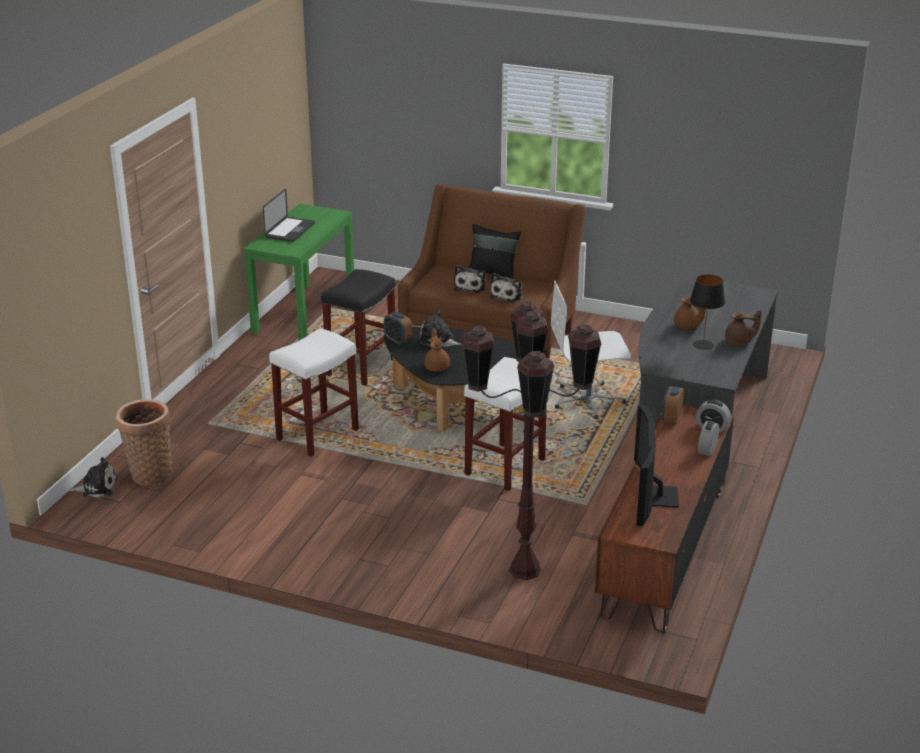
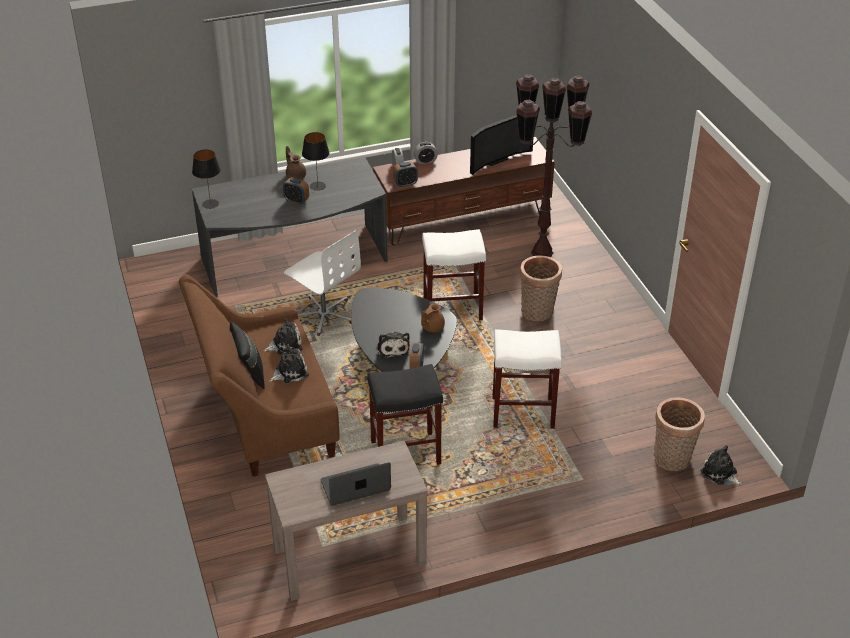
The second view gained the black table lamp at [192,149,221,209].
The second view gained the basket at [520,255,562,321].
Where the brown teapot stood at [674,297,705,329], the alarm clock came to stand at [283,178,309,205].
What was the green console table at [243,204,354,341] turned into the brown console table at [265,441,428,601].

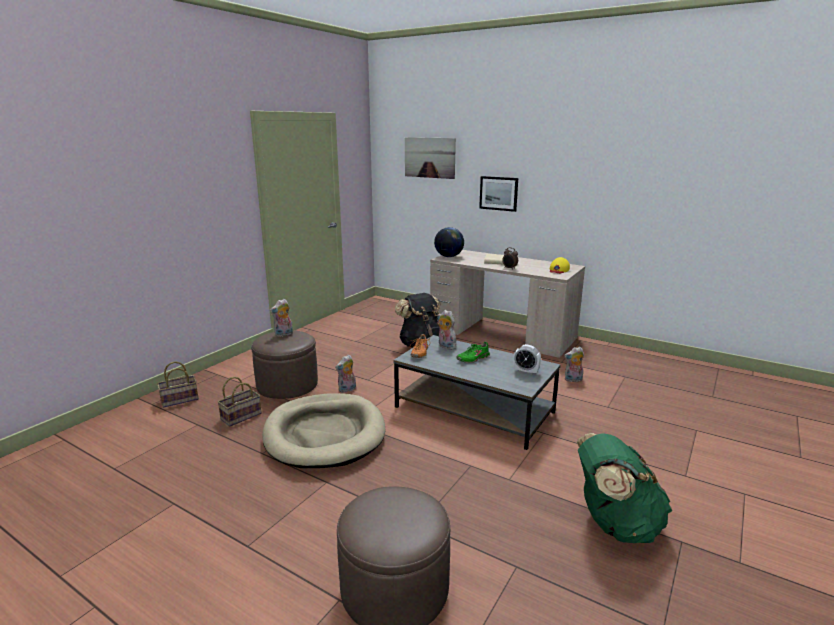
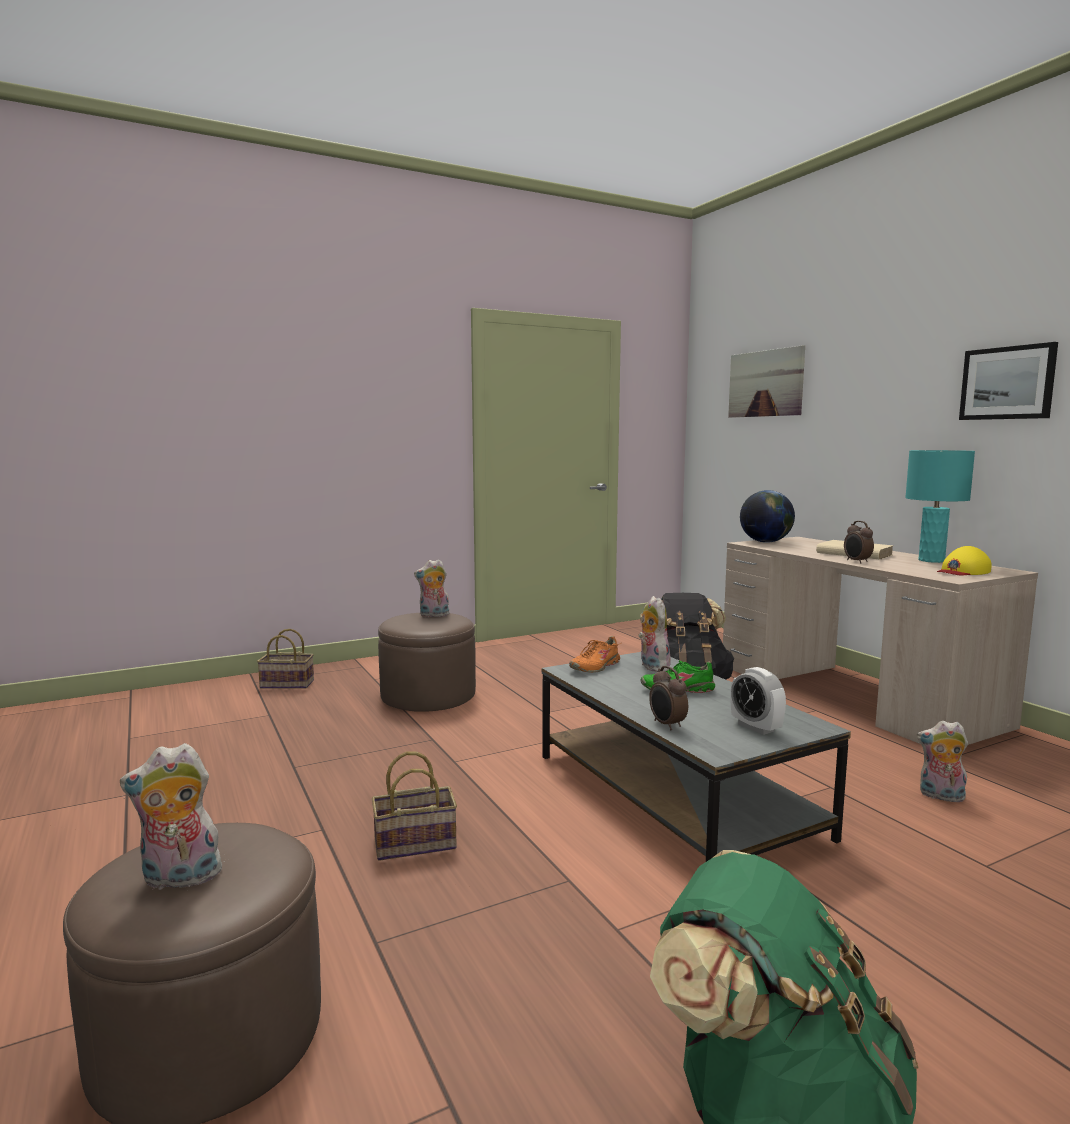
The second view lost the beige dog bed at [263,393,386,468].
The second view gained the alarm clock at [649,666,688,730].
The second view gained the turquoise table lamp at [905,450,975,563].
The basket ended up elsewhere, having gone from [217,377,262,427] to [372,752,457,861].
The plush toy ended up elsewhere, having gone from [335,354,356,393] to [120,743,225,891].
The picture ended up elsewhere, having gone from [479,176,518,212] to [959,342,1058,420].

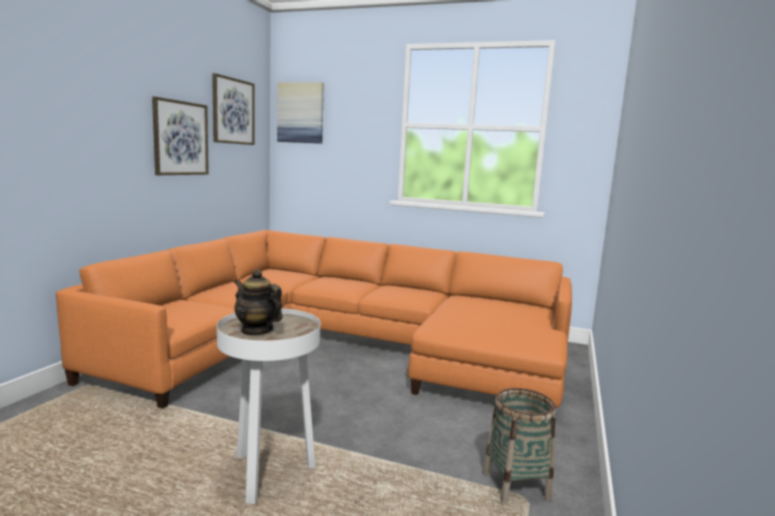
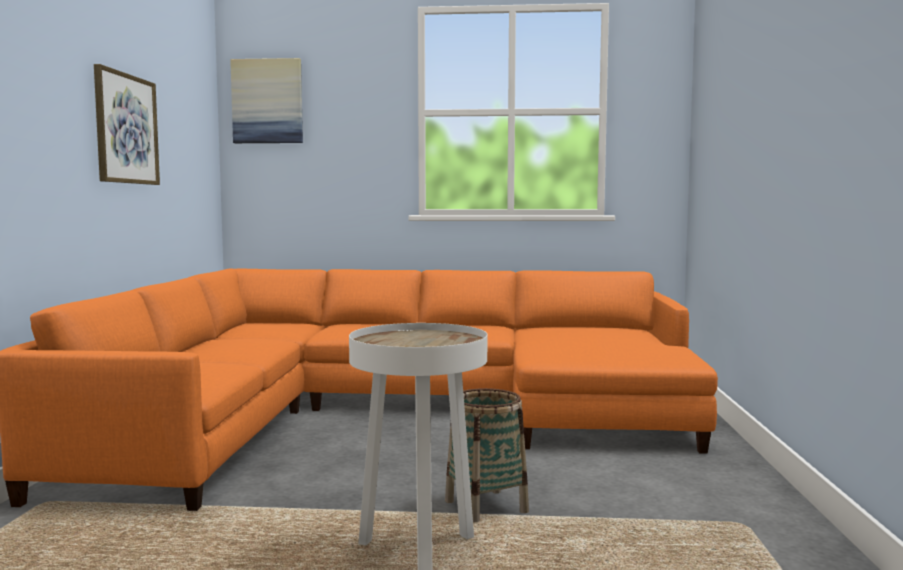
The second view lost the picture at [212,73,255,145].
The second view lost the teapot at [234,269,283,336].
The basket ended up elsewhere, having gone from [483,388,556,503] to [445,388,529,522].

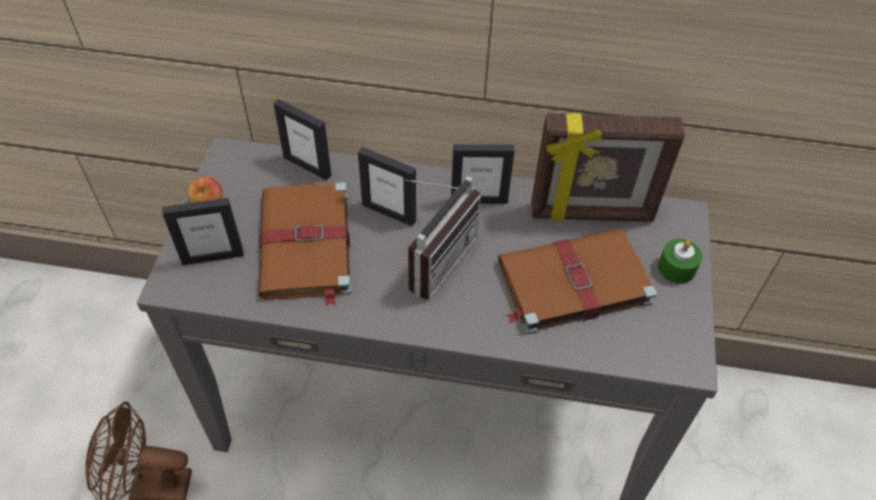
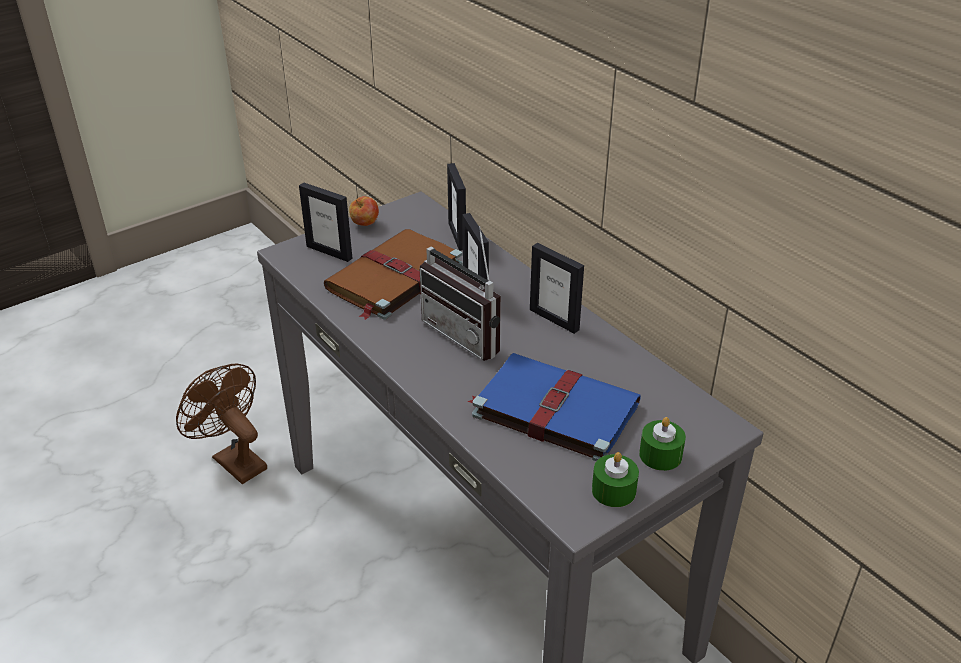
The second view lost the picture frame at [531,113,685,222].
The second view gained the green candle at [592,452,639,507].
What was the brown book at [498,229,657,334] turned into the blue book at [467,353,641,461].
The radio at [405,176,481,300] ended up facing another way, 60 degrees clockwise from before.

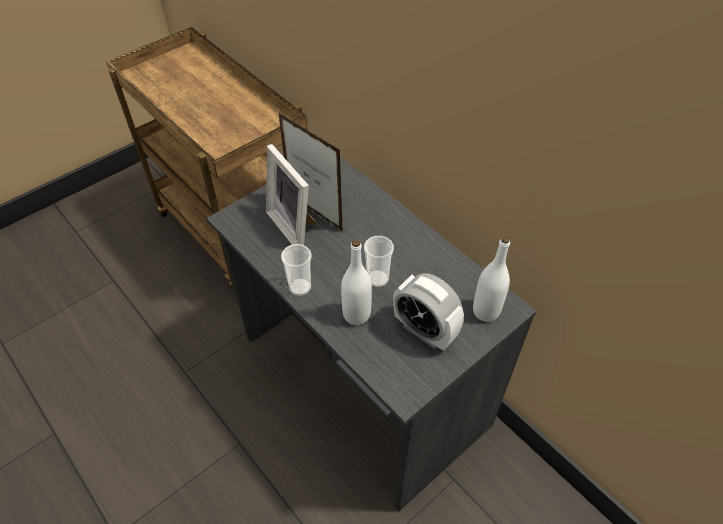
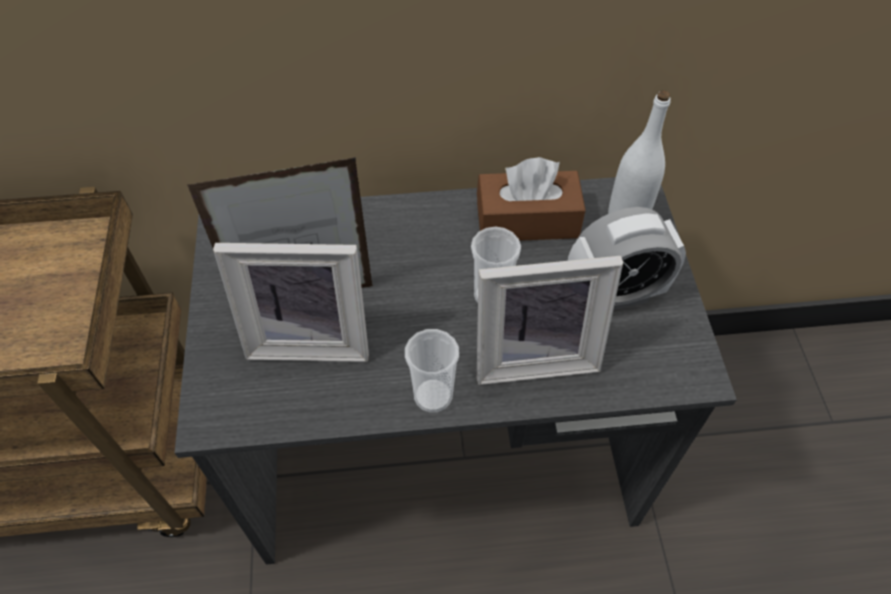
The second view gained the brown tissue box at [477,157,586,241].
Where the white bottle stood at [341,239,372,325], the picture frame came to stand at [477,256,623,385].

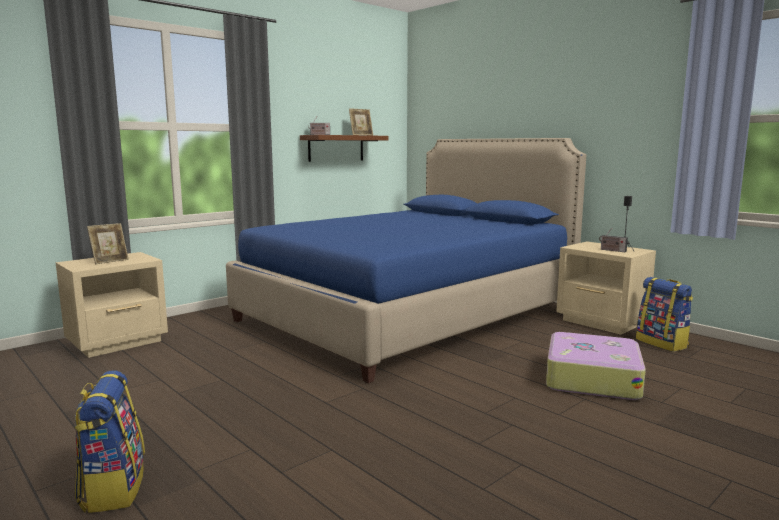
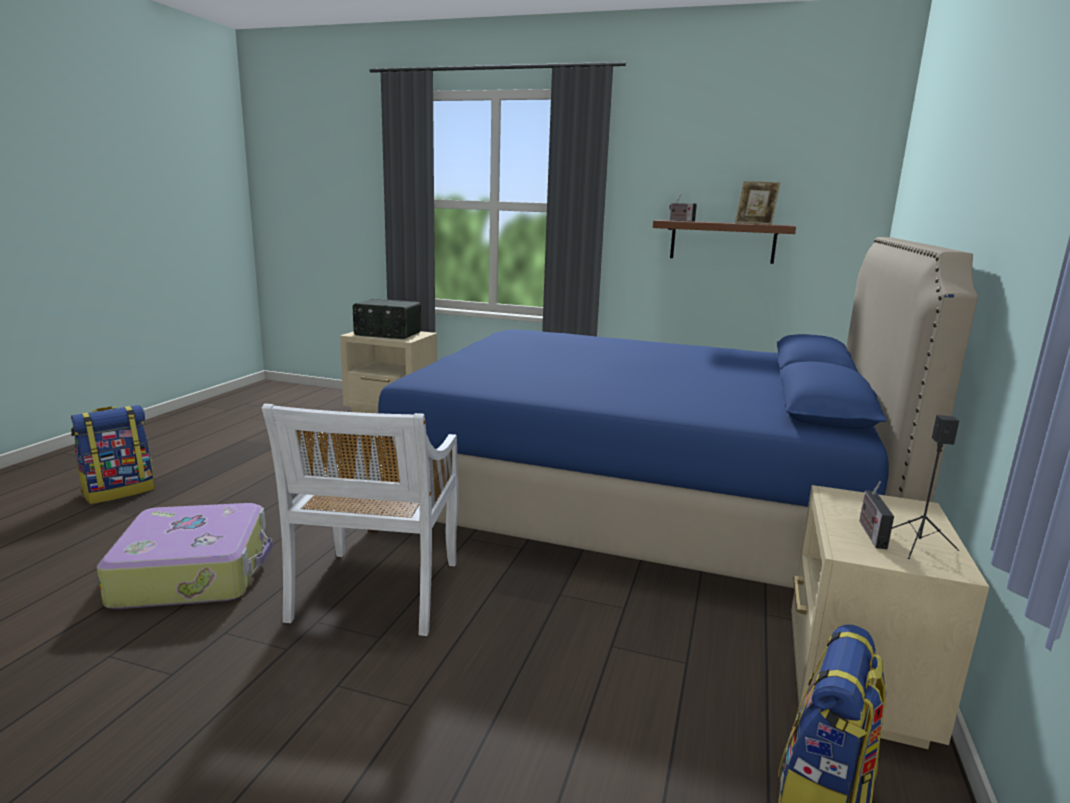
The second view gained the white chair at [262,404,459,636].
The suitcase ended up elsewhere, having gone from [546,332,646,400] to [97,503,273,609].
Where the picture frame stood at [87,223,129,265], the radio came to stand at [353,299,421,339].

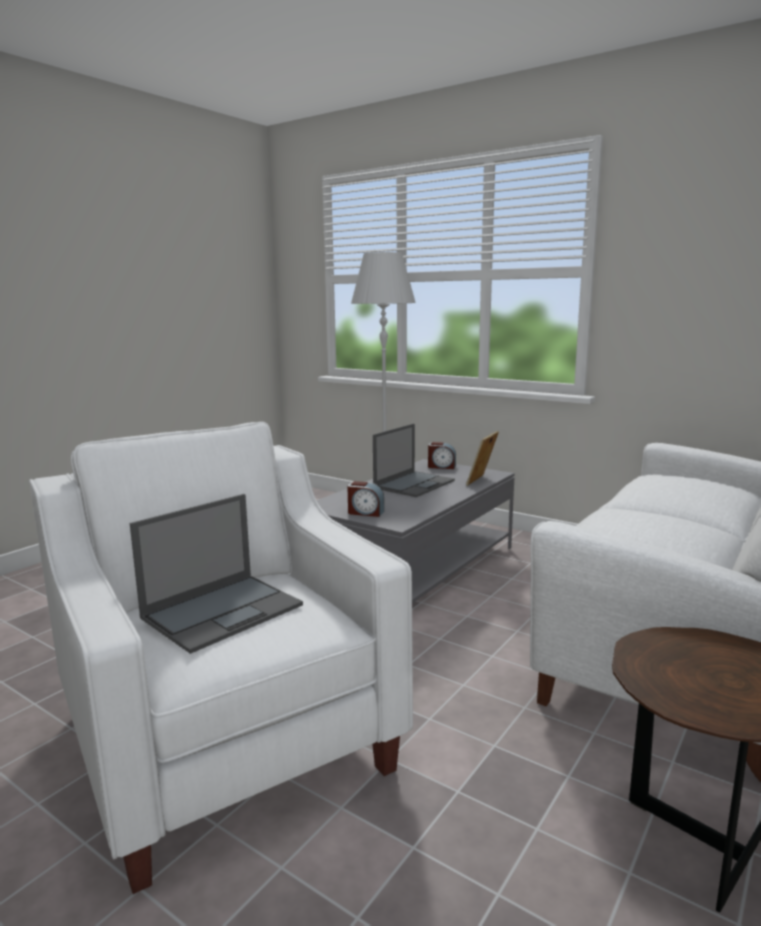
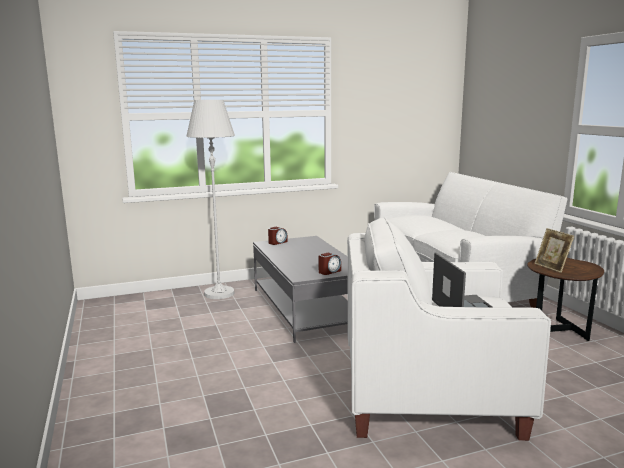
The second view lost the laptop at [373,424,455,497].
The picture frame ended up elsewhere, having gone from [466,431,499,486] to [535,228,574,273].

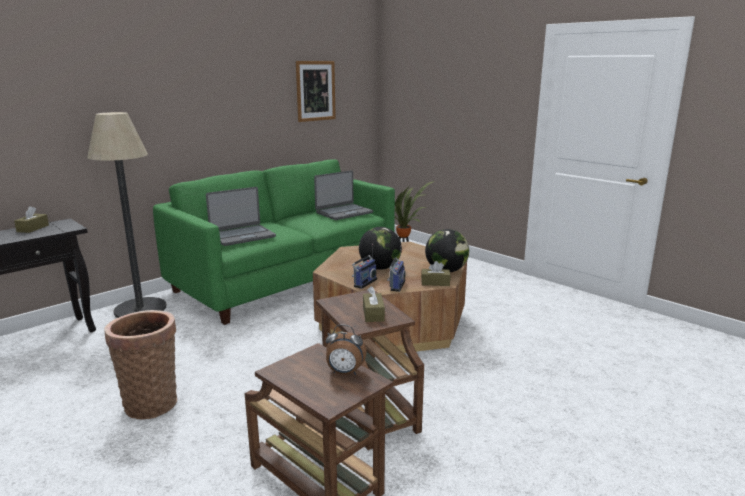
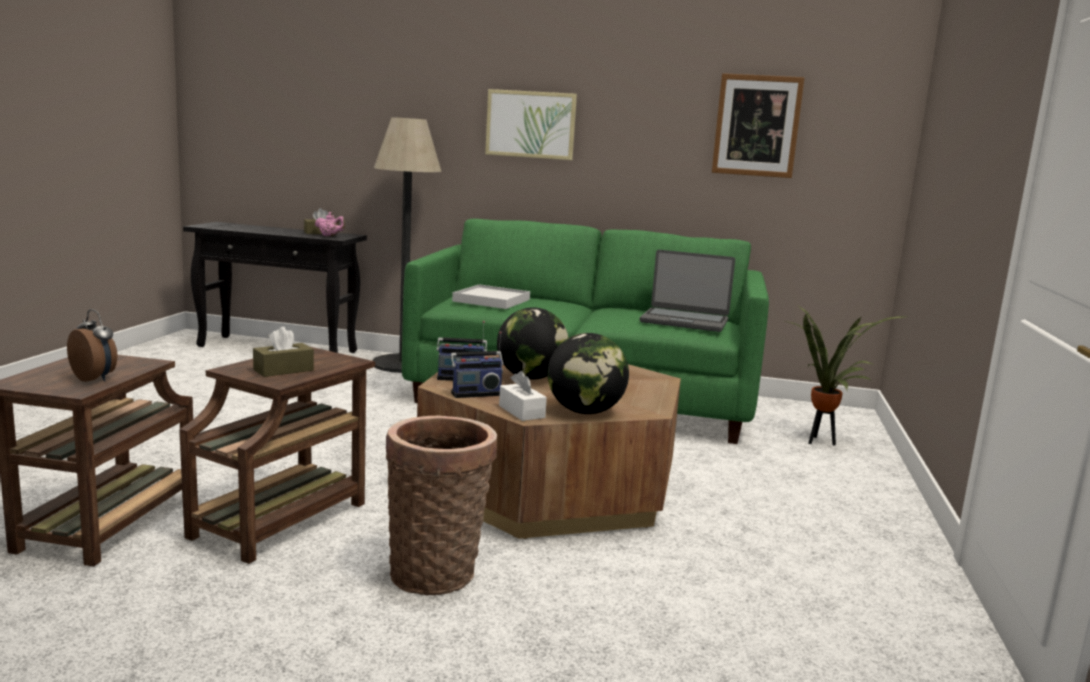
The second view gained the pink teapot at [315,212,346,236].
The second view gained the picture at [485,89,577,160].
The basket ended up elsewhere, having gone from [104,310,177,419] to [386,416,497,595].
Where the laptop stood at [206,187,276,246], the white tray came to stand at [452,284,530,309].
What was the brown tissue box at [421,261,450,286] turned into the white tissue box at [499,371,547,421].
The alarm clock at [326,324,367,375] ended up facing another way, 150 degrees clockwise from before.

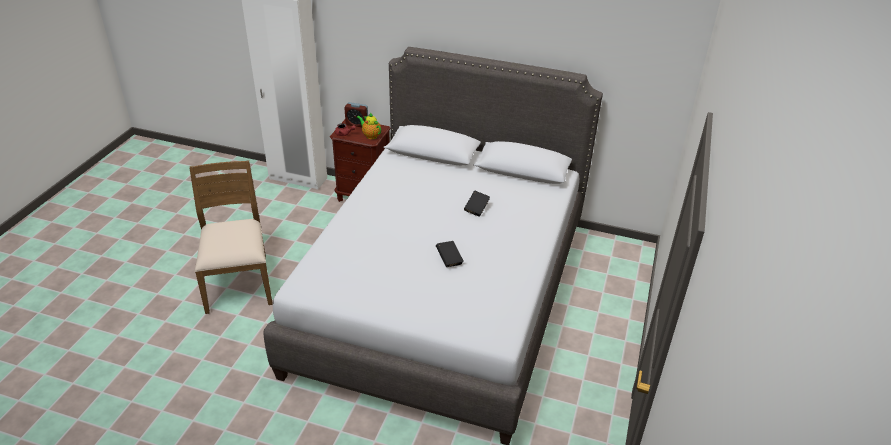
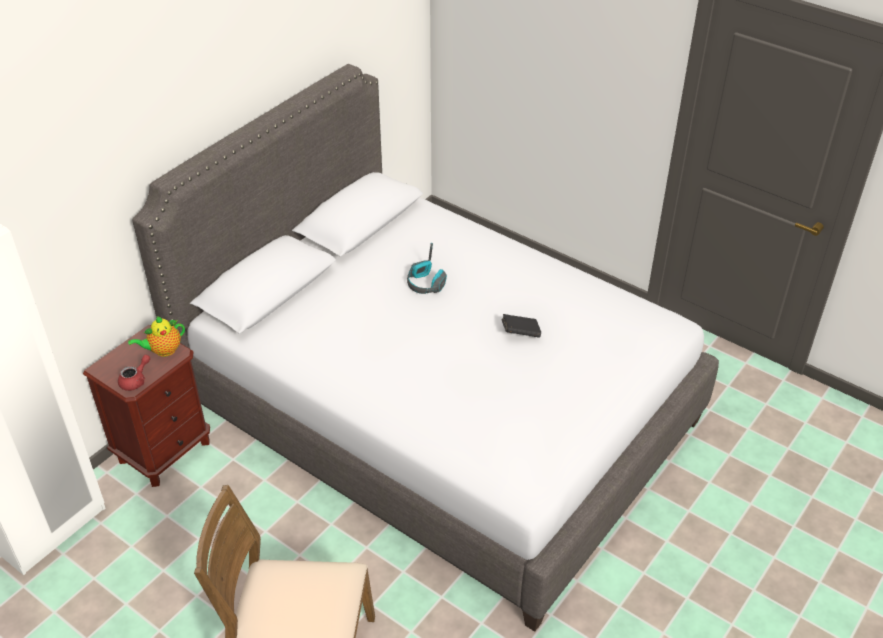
The second view lost the alarm clock at [344,102,368,127].
Where the black book stood at [464,191,490,217], the headphones came to stand at [407,243,447,294].

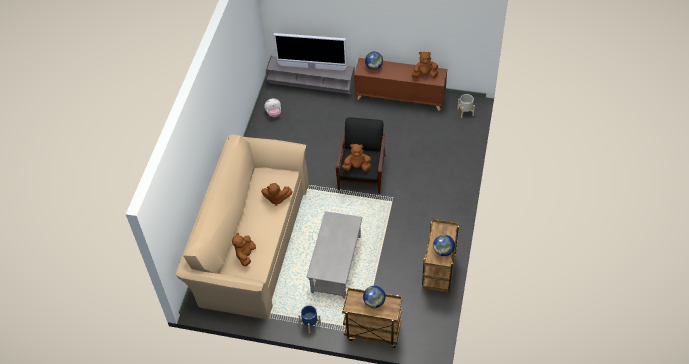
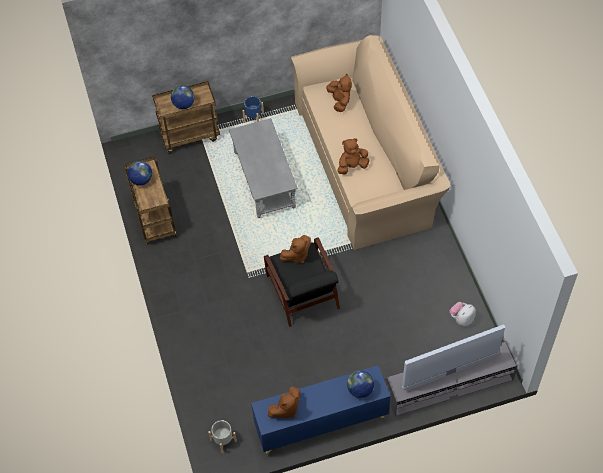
What was the brown cabinet at [354,58,447,110] turned into the blue cabinet at [251,365,390,454].

